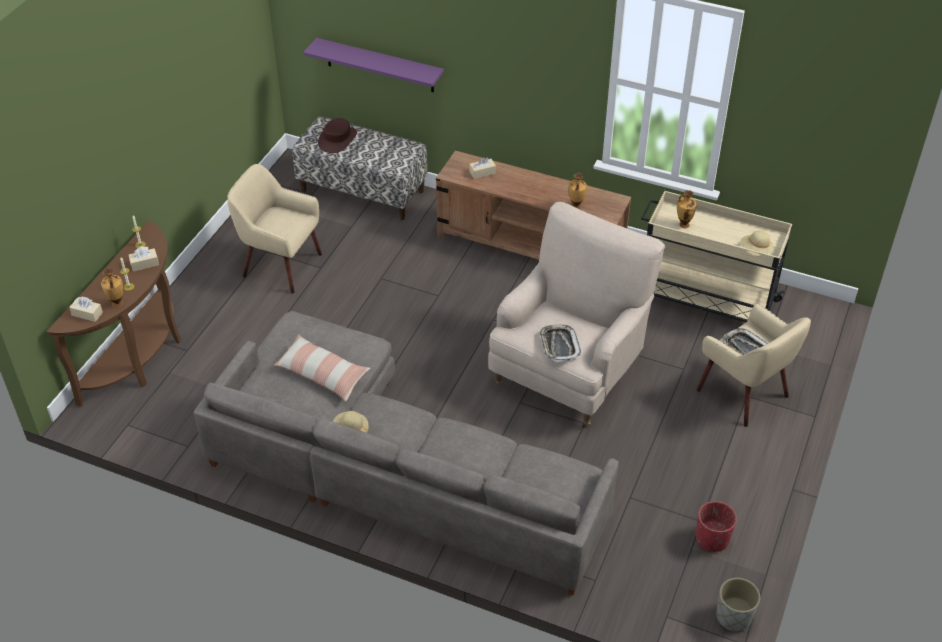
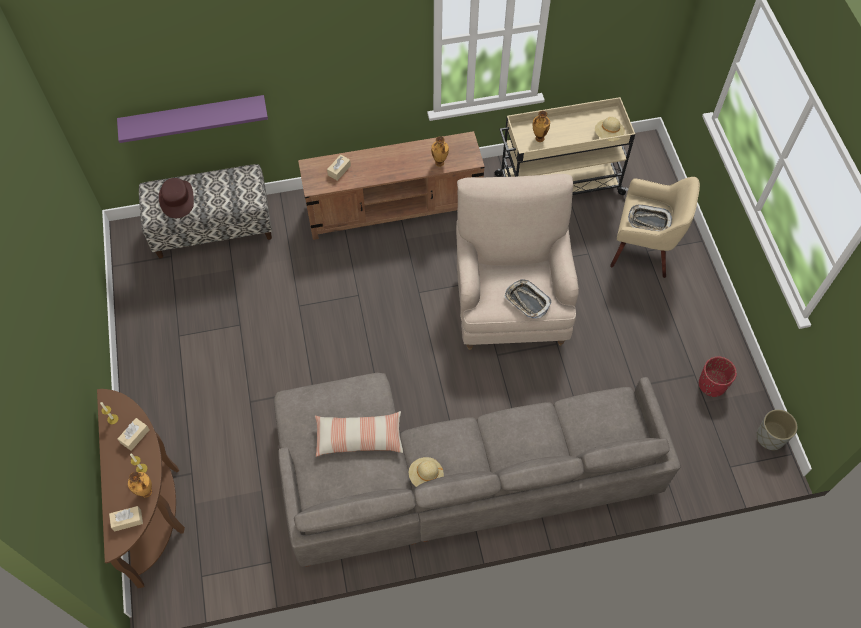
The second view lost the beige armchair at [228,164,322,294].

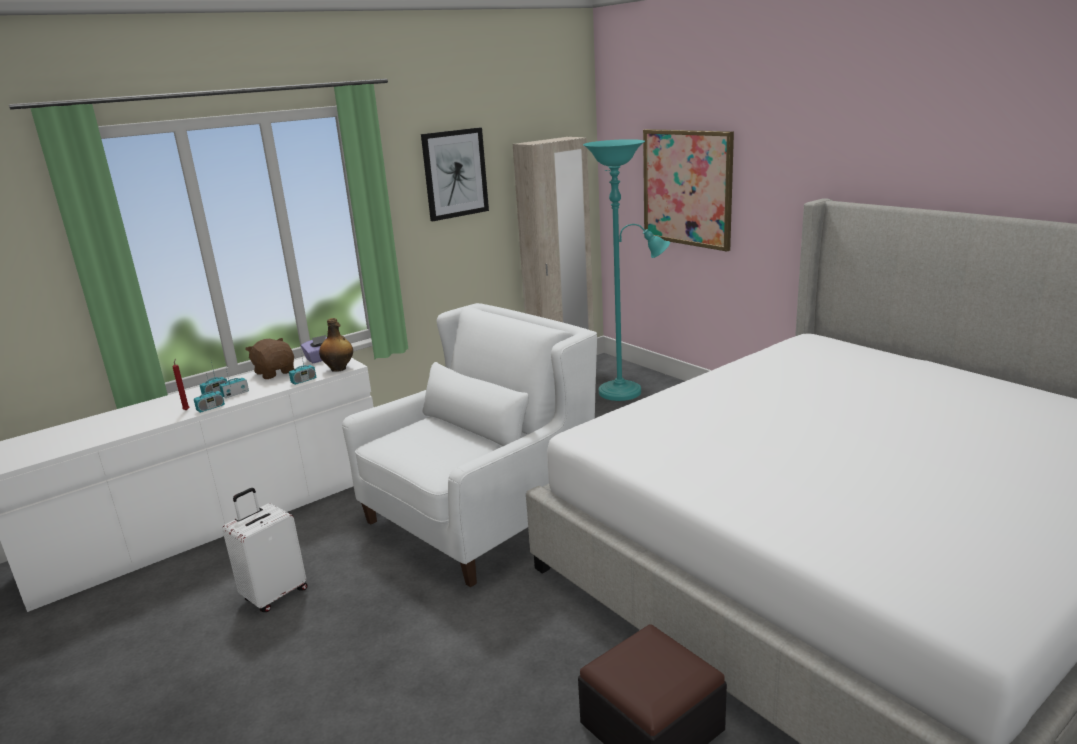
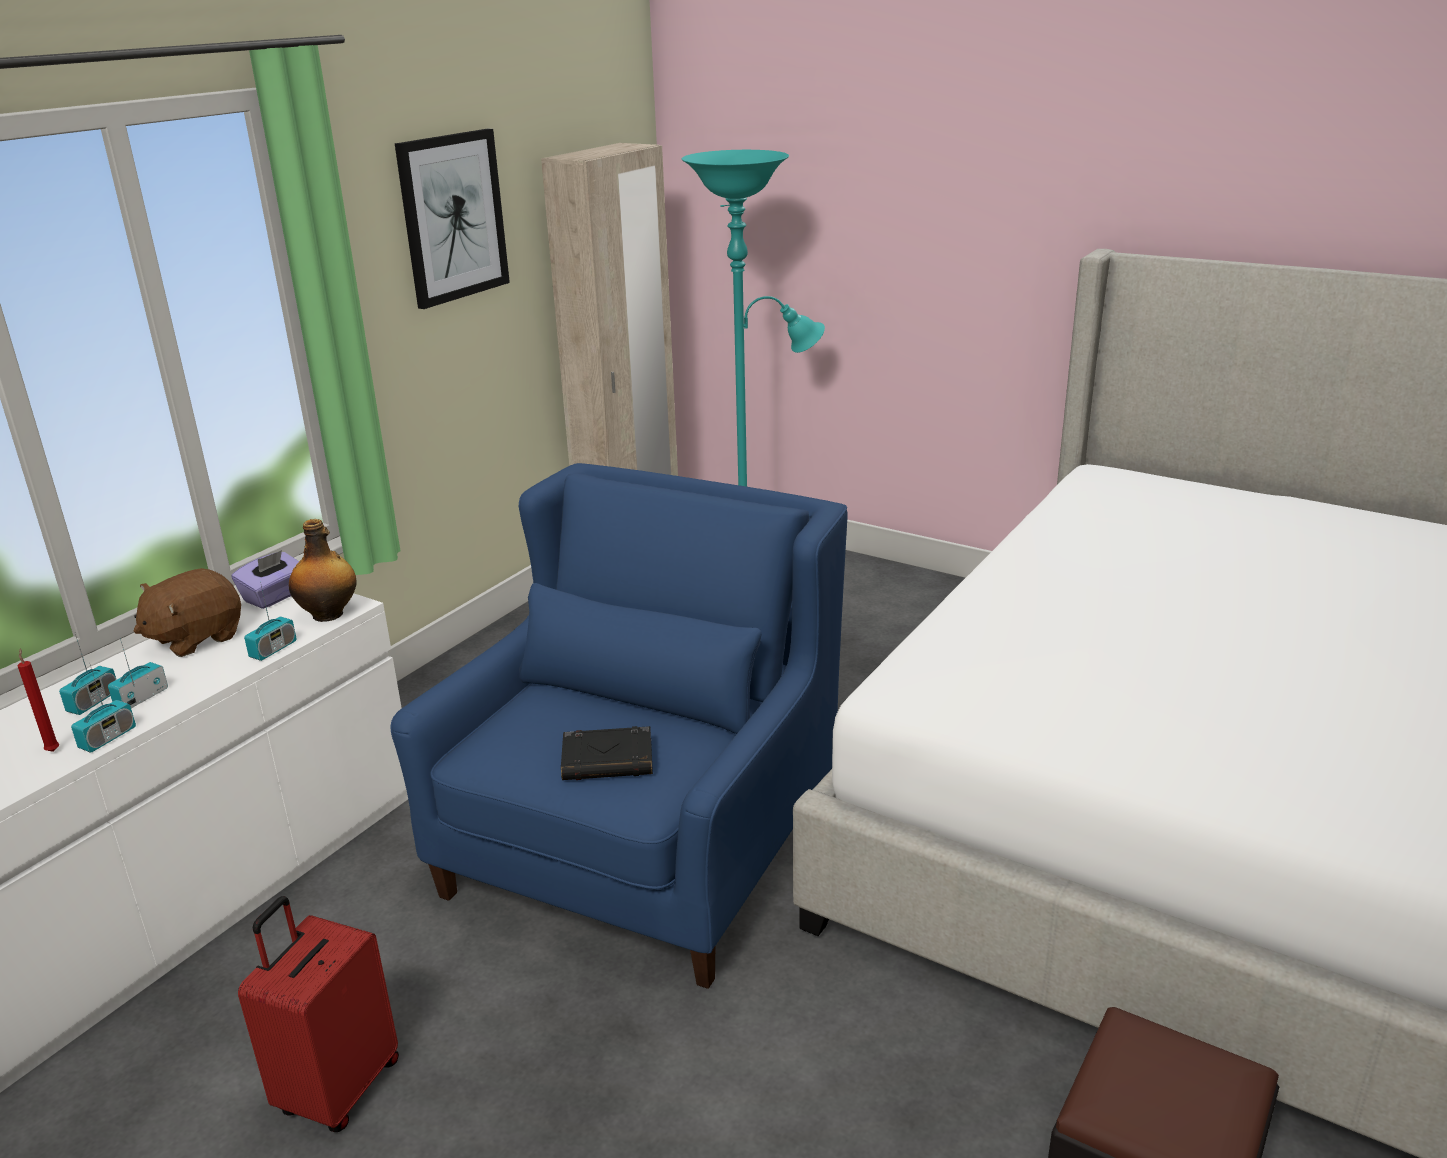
The second view lost the picture at [643,129,734,252].
The second view gained the black book at [561,726,653,780].
What was the white suitcase at [222,488,308,612] turned into the red suitcase at [238,896,399,1132].
What was the white armchair at [342,303,597,587] turned into the blue armchair at [390,463,847,989].
The brown plush toy at [245,338,294,379] ended up facing another way, 75 degrees counterclockwise from before.

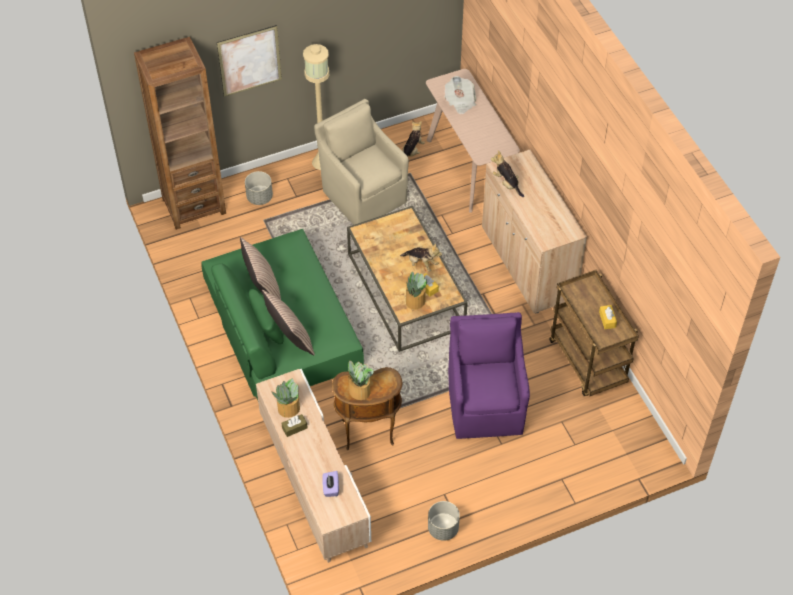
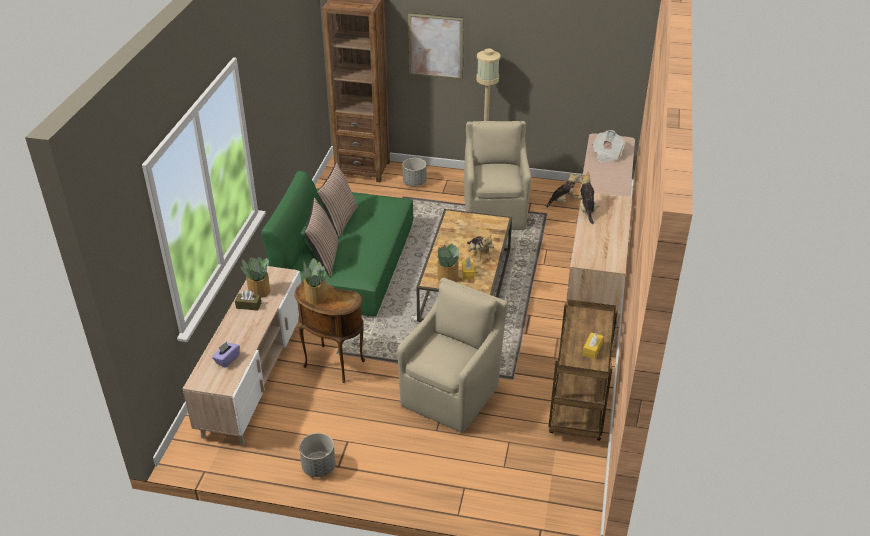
What was the purple armchair at [448,312,530,439] turned into the beige armchair at [397,277,508,433].

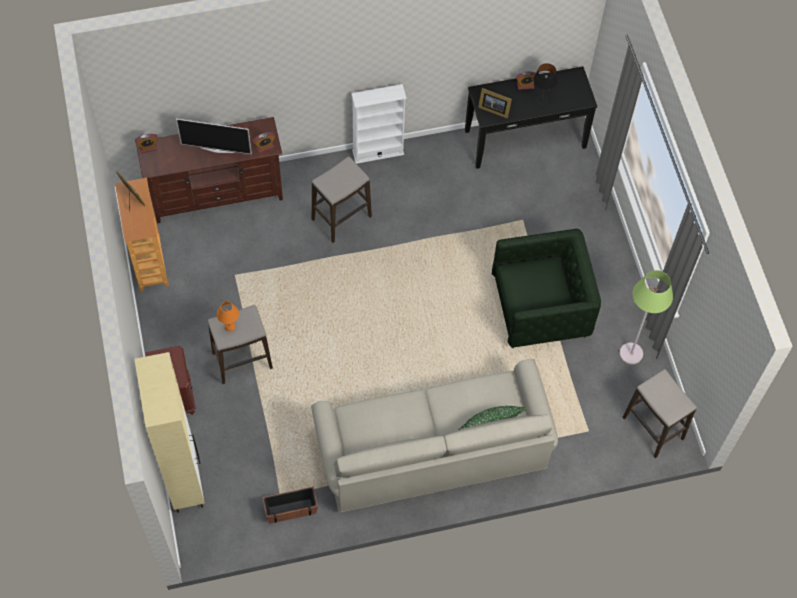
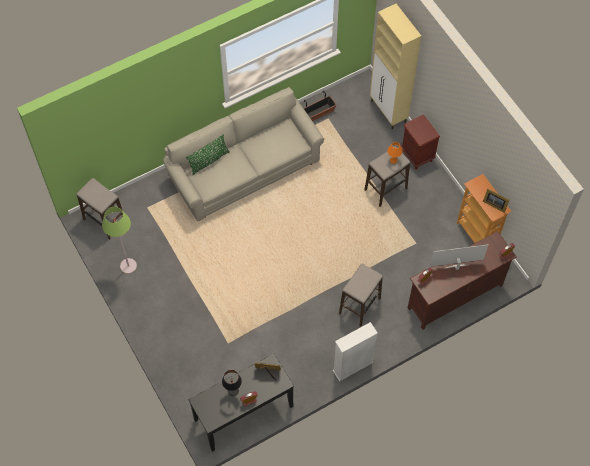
The second view lost the green armchair at [492,229,601,348].

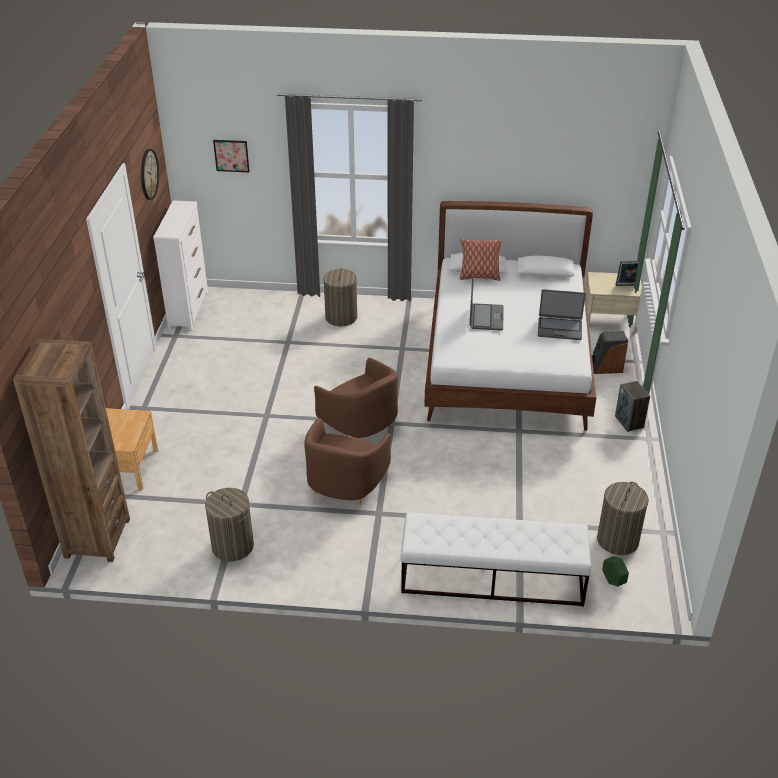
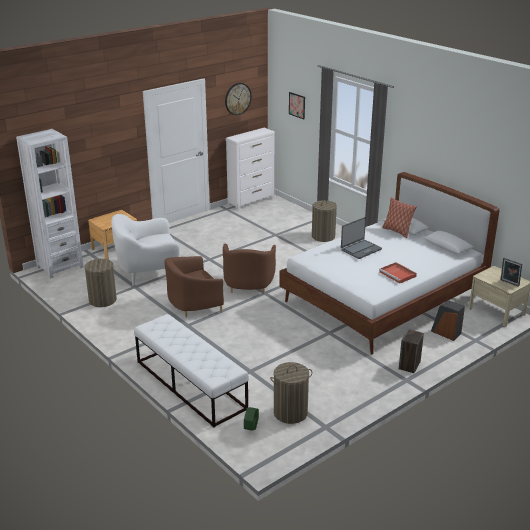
The second view gained the white armchair at [111,214,180,286].
Where the laptop stood at [538,289,586,340], the red tray came to stand at [379,262,417,284].
What was the brown bookcase at [13,339,130,562] turned into the white bookcase at [16,129,84,279].

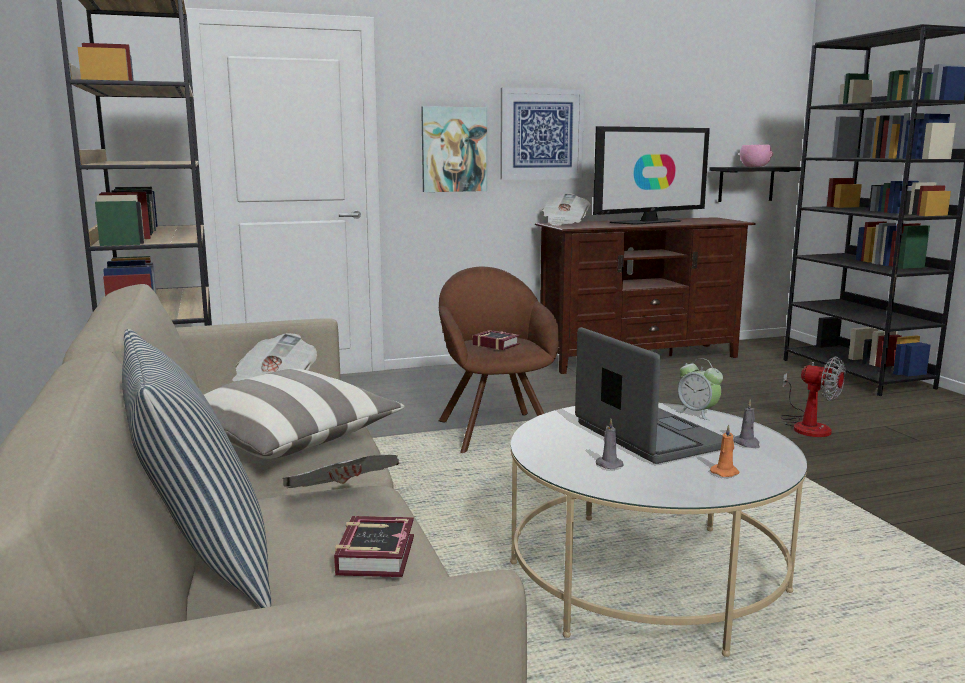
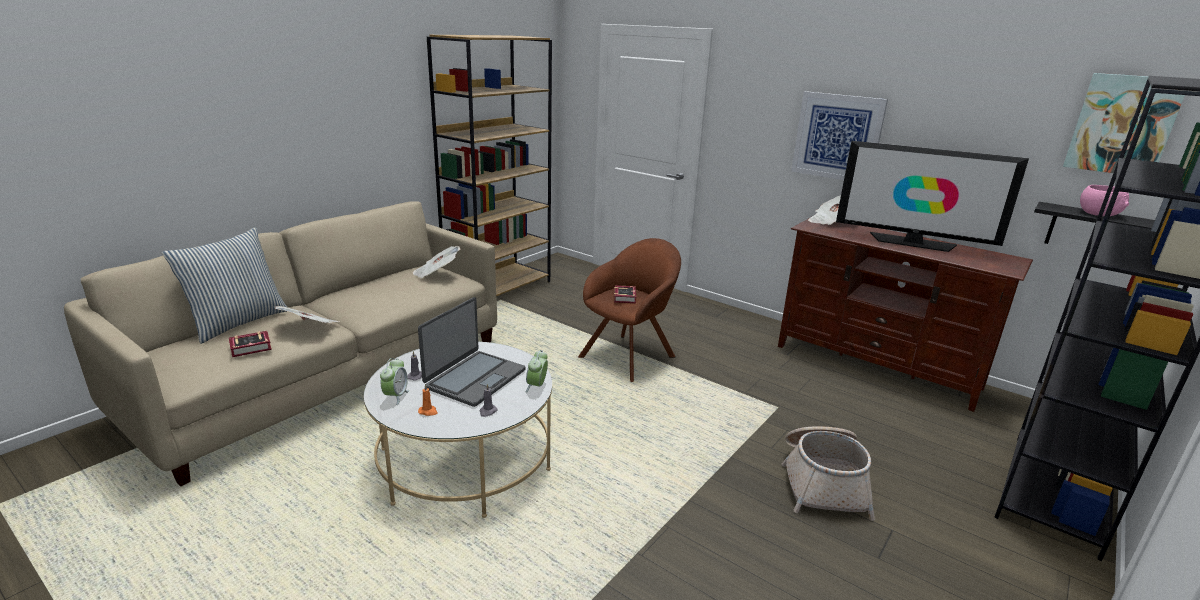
The second view lost the pillow at [204,369,404,459].
The second view gained the alarm clock at [380,358,409,405].
The picture ended up elsewhere, having gone from [421,106,487,192] to [1063,73,1185,173].
Where the fan stood at [781,356,846,437], the basket came to stand at [782,426,875,521].

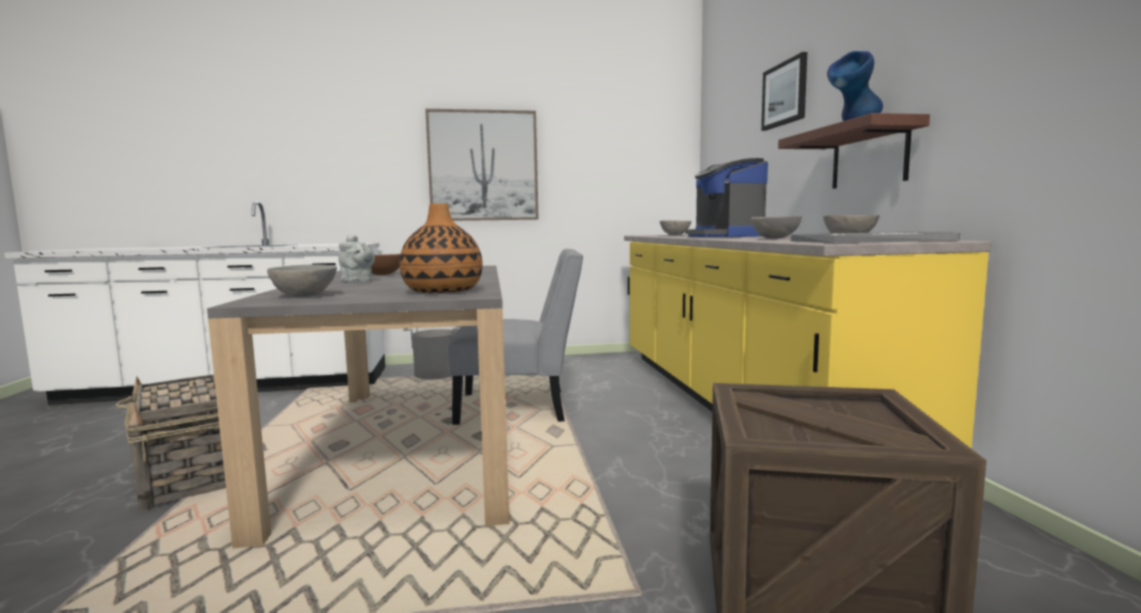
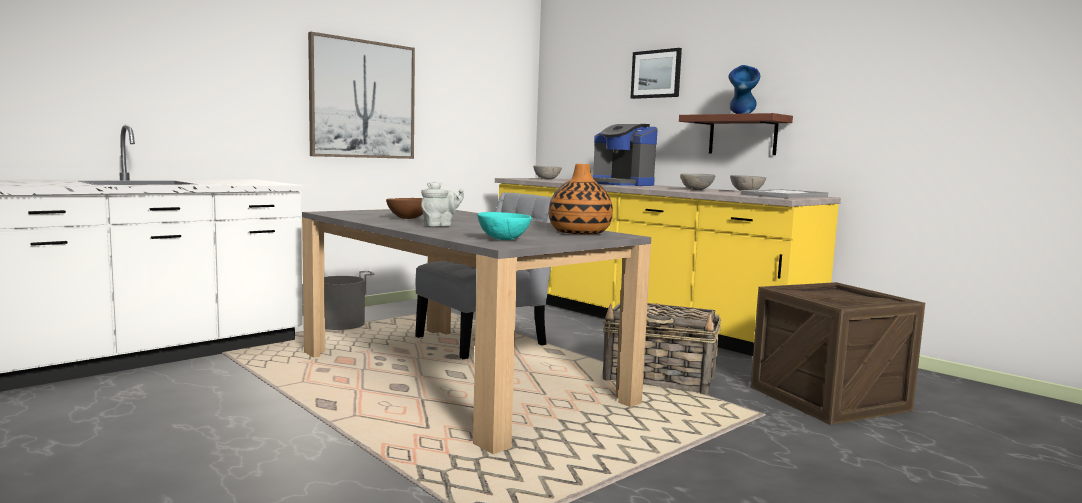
The basket ended up elsewhere, having gone from [116,374,226,511] to [603,303,721,395].
What was the grey bowl at [267,265,337,297] turned into the turquoise bowl at [477,212,532,240].
The grey teapot at [339,234,375,282] ended up facing another way, 45 degrees counterclockwise from before.

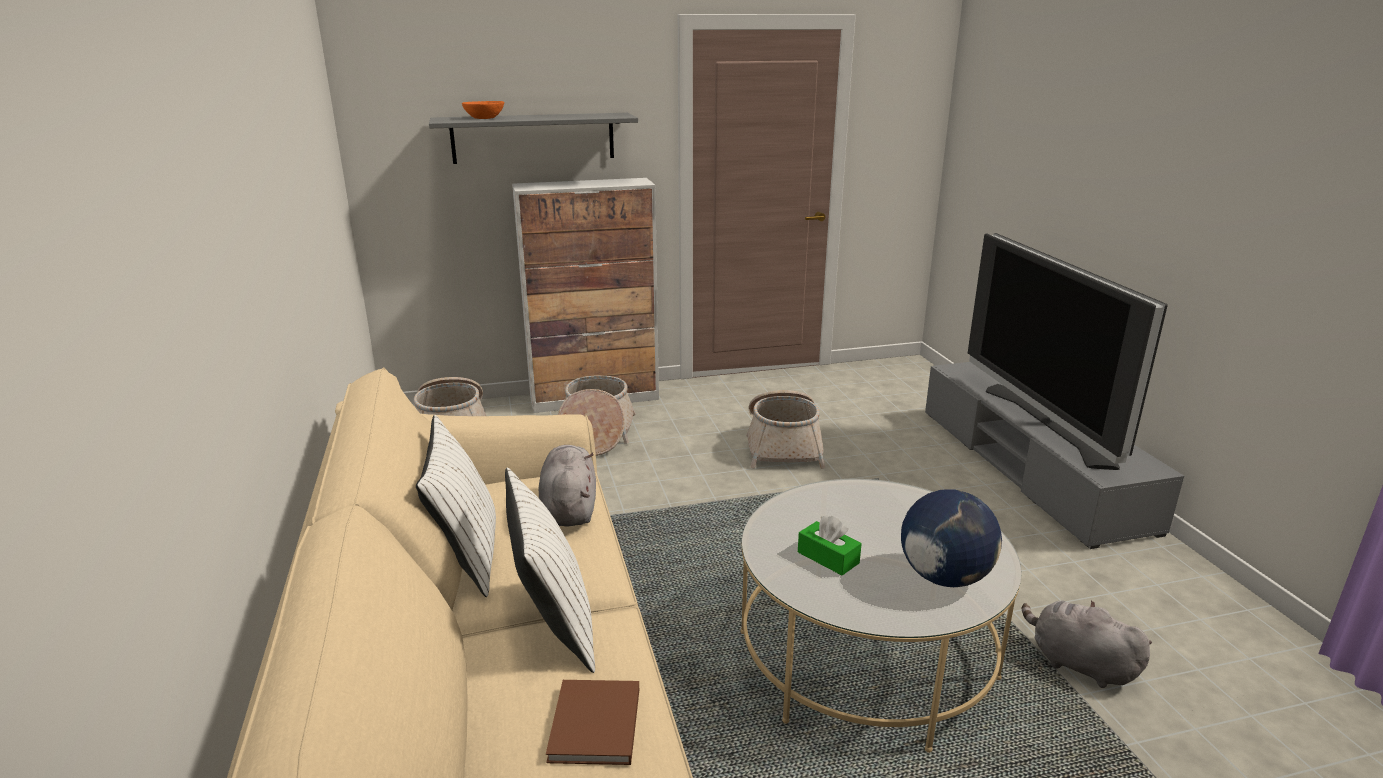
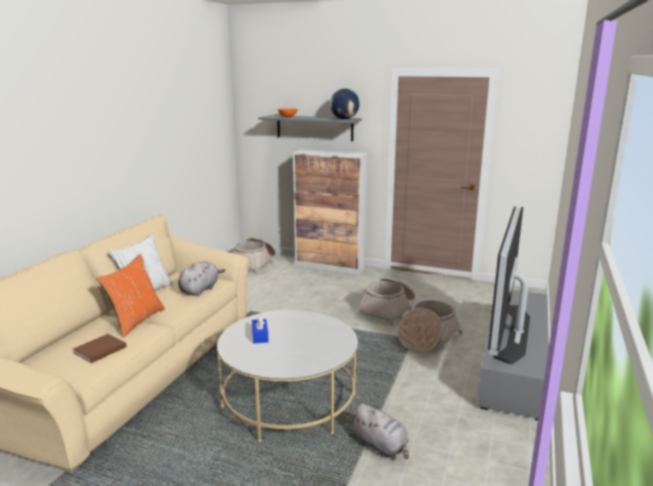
The basket ended up elsewhere, having gone from [558,375,636,456] to [398,300,462,353].
The globe ended up elsewhere, having gone from [901,489,1002,587] to [330,89,359,119].
What was the white pillow at [505,468,595,673] turned into the orange pillow at [96,254,165,338].
What was the green tissue box at [798,516,862,575] turned into the blue tissue box at [252,315,269,343].
The grey plush toy at [1022,600,1152,688] ended up facing another way, 150 degrees clockwise from before.

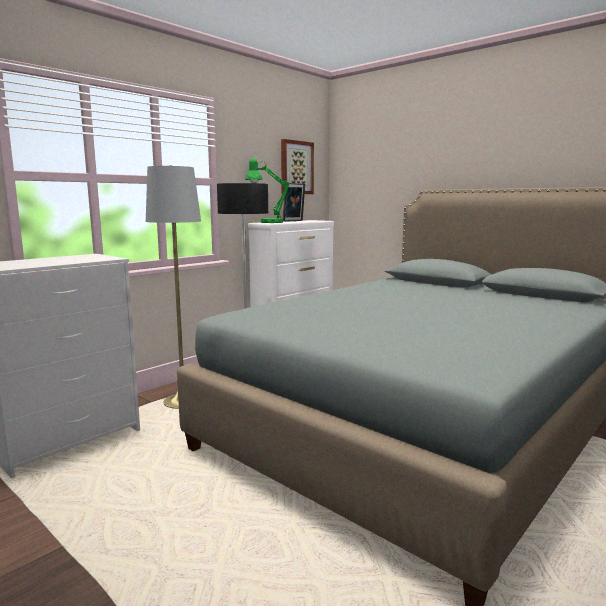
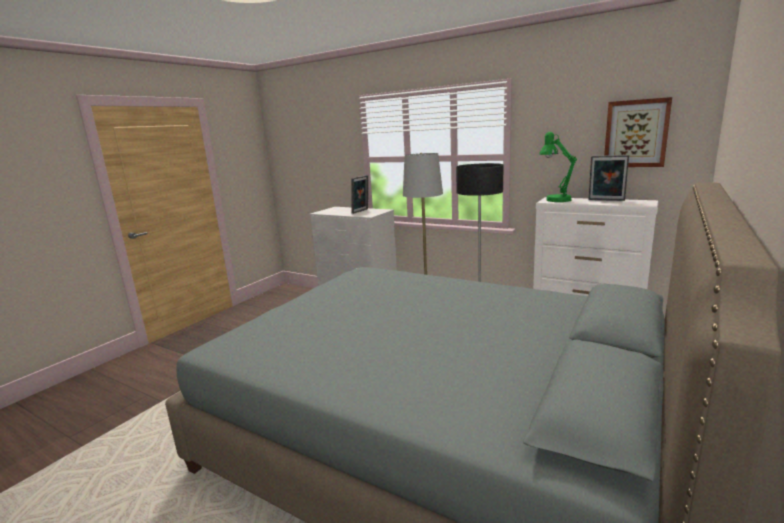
The second view gained the picture frame at [351,175,368,214].

